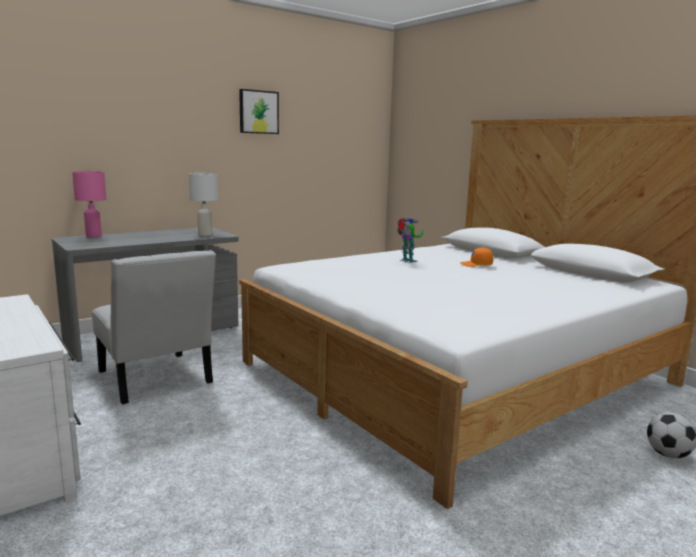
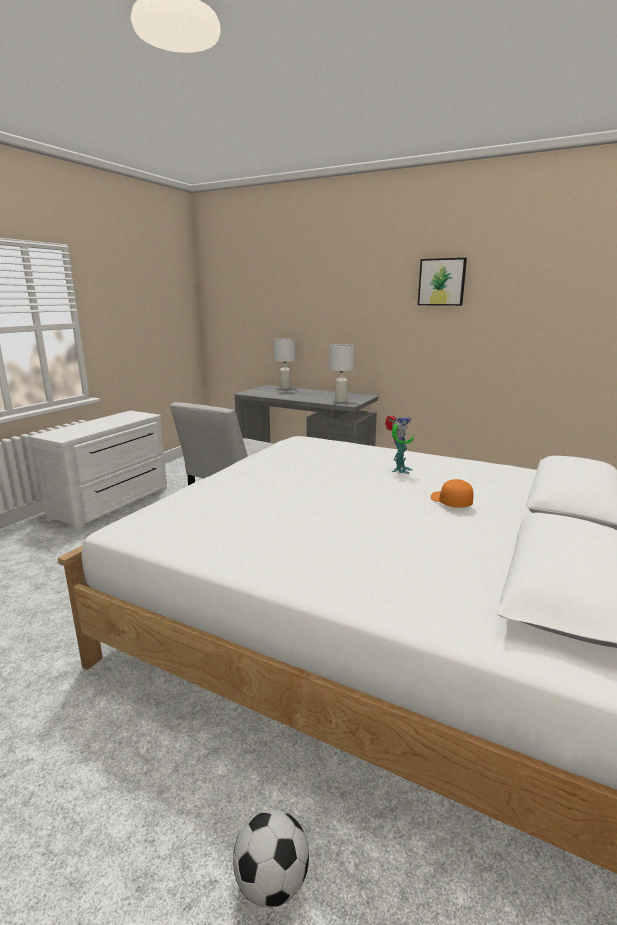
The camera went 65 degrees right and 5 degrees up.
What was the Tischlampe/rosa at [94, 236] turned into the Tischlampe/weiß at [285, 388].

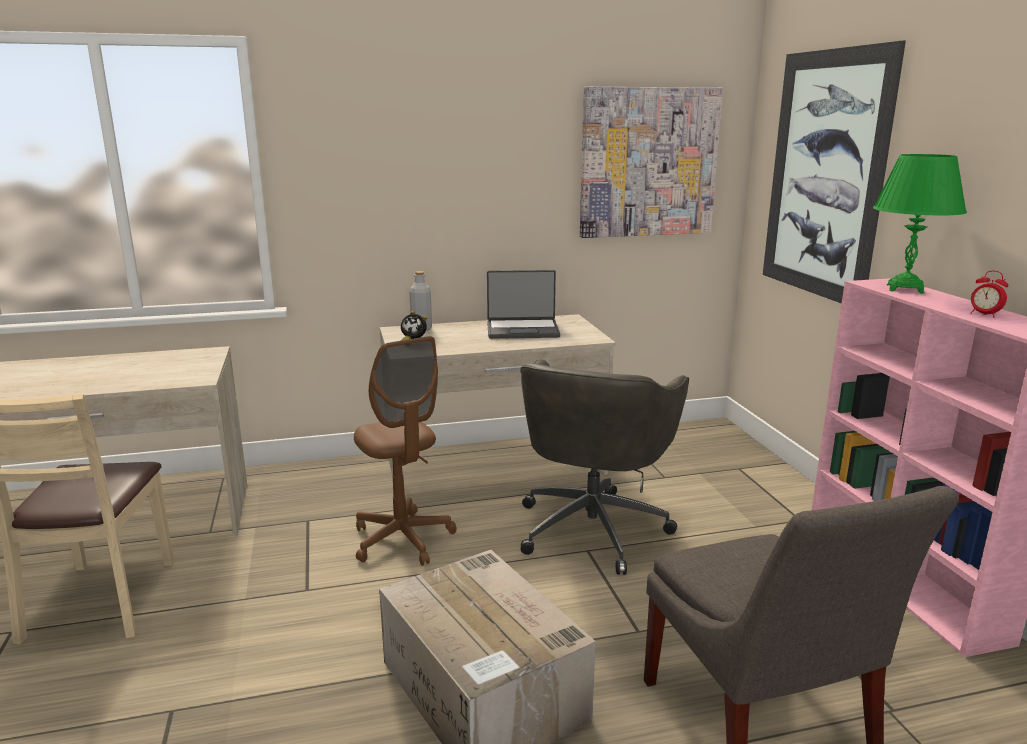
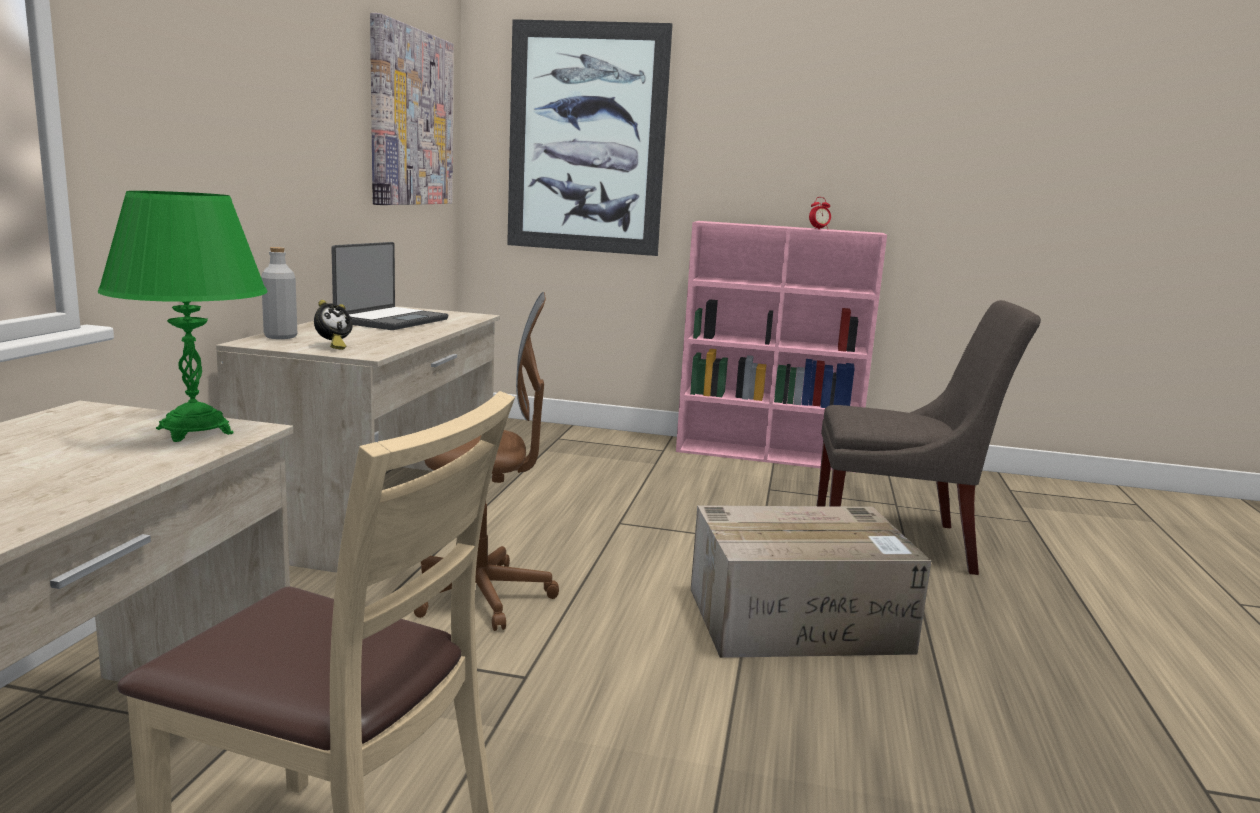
The camera went 65 degrees left and 5 degrees down.
The second view lost the Bürostuhl/grau at [593, 527].
The Tischlampe/grün ended up elsewhere, having gone from [904, 289] to [194, 431].

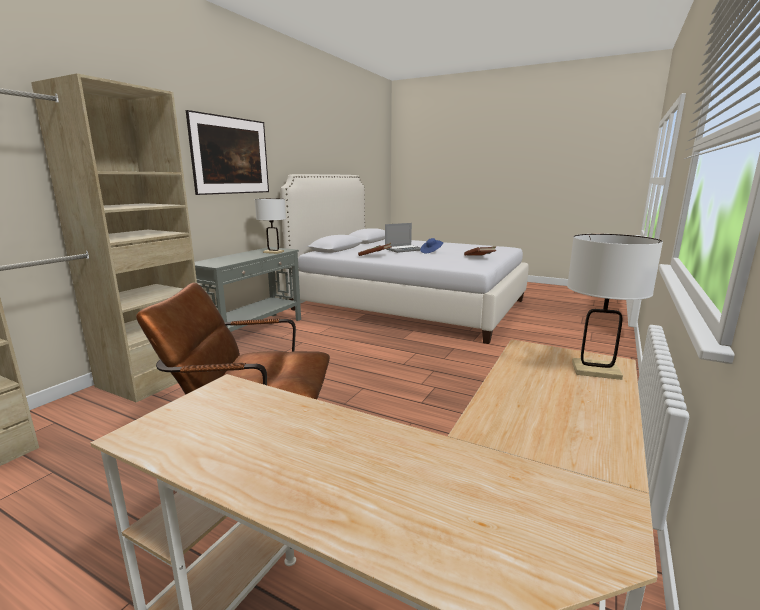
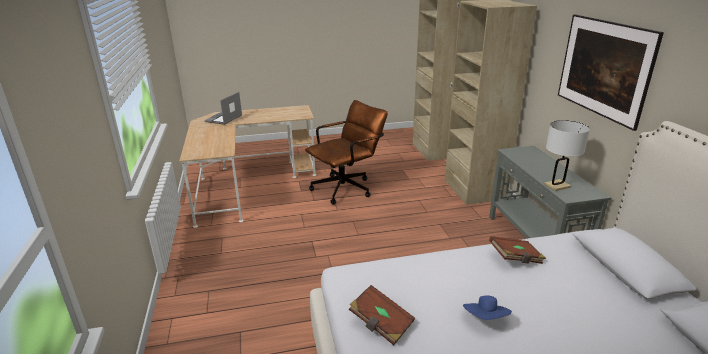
The camera went 140 degrees right and 10 degrees up.
The second view lost the Tischlampe/weiß at [596, 370].
The Laptop ended up elsewhere, having gone from [403, 249] to [224, 119].

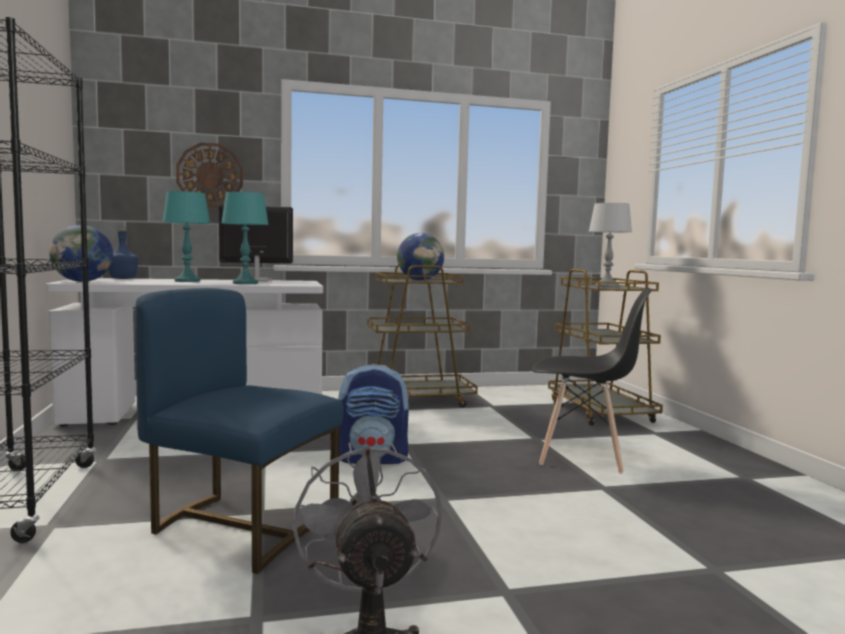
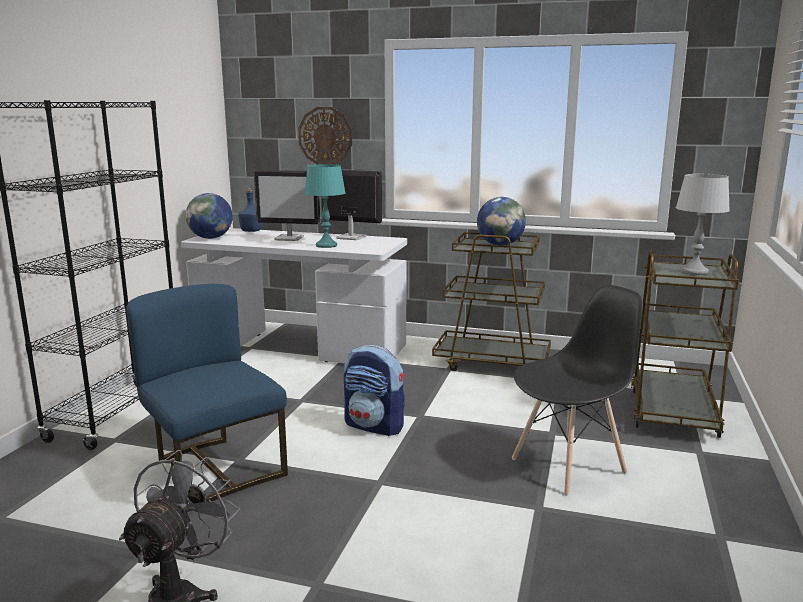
The camera went 30 degrees right and 10 degrees up.
Where the Tischlampe/türkis stood at [187, 281], the Monitor came to stand at [290, 238].
The Stuhl/schwarz at [582, 456] ended up facing another way, 75 degrees counterclockwise from before.

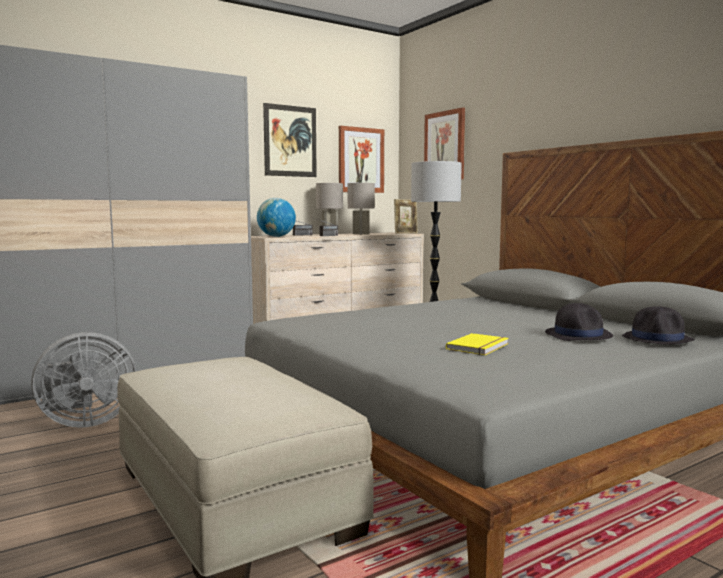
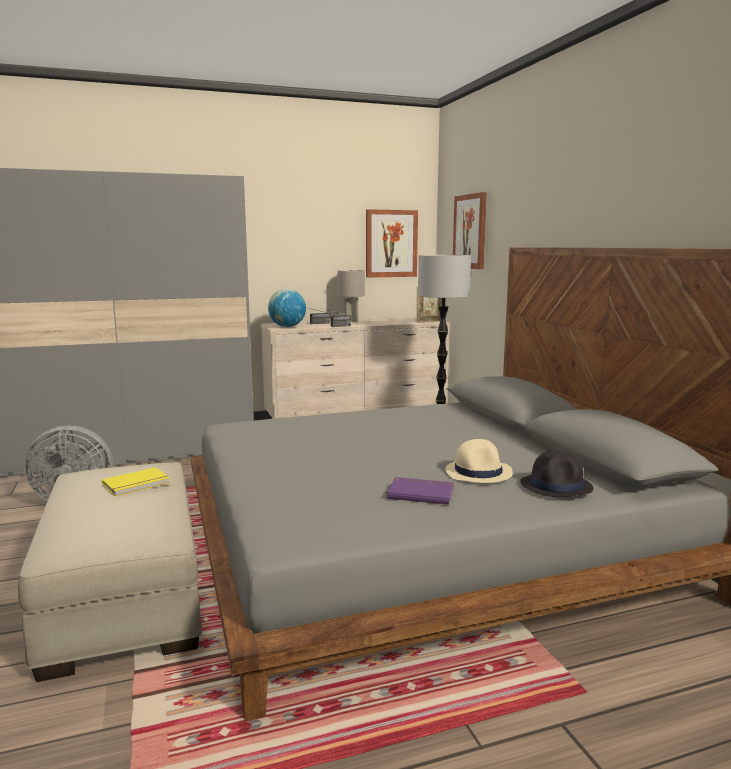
The camera went 15 degrees right and 5 degrees up.
The second view lost the Bild at [290, 141].
The second view lost the Tischlampe/grau at [361, 234].
The second view gained the Buch/lila at [420, 492].
The Buch/gelb ended up elsewhere, having gone from [479, 347] to [137, 484].
What was the Hut/schwarz at [578, 335] turned into the Hut/beige at [479, 472].

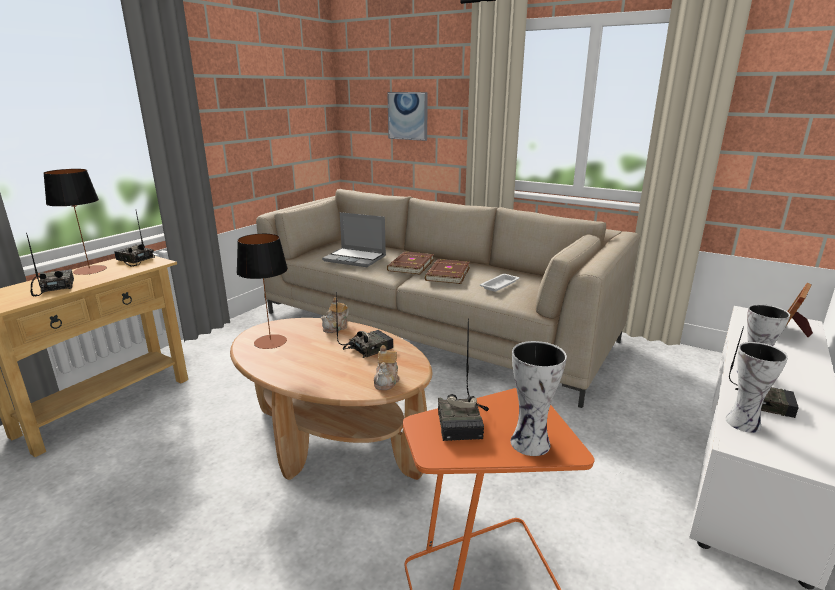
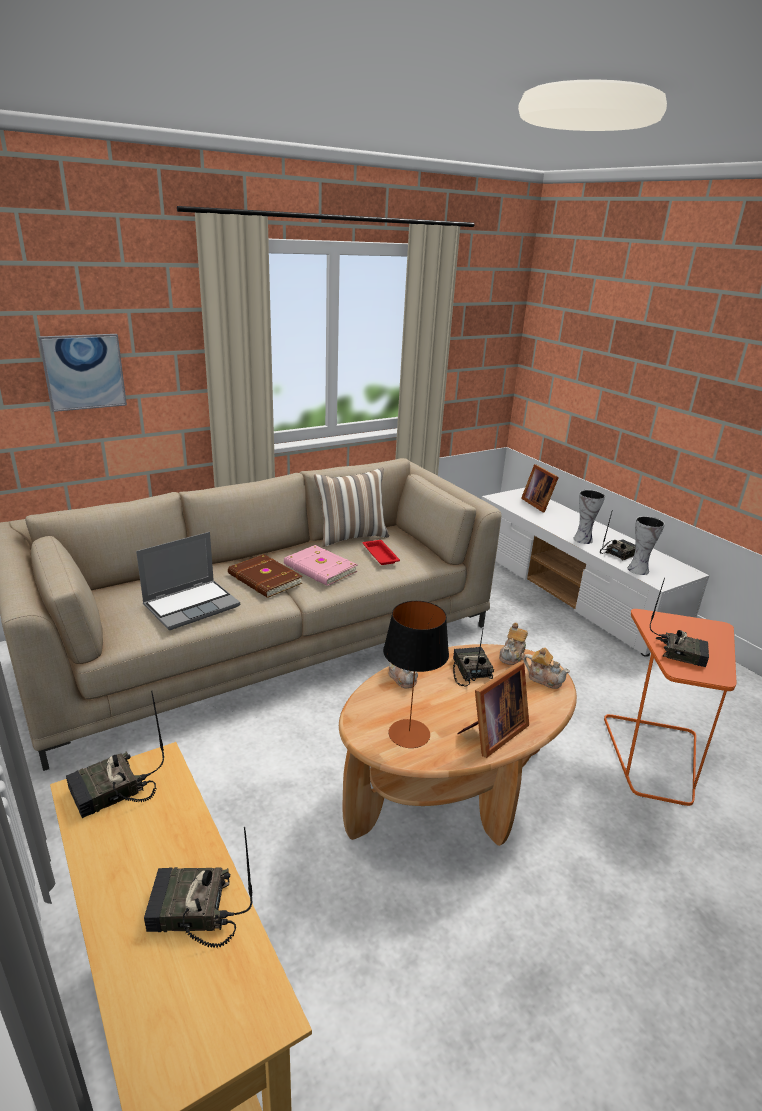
The camera went 65 degrees left and 5 degrees up.
The second view lost the Tischlampe at [90, 270].
The second view lost the Vase at [531, 444].
The second view gained the Kissen at [351, 536].
The second view gained the Bilderrahmen at [491, 734].
The second view gained the Teekanne at [512, 656].
What was the Buch/braun at [447, 274] turned into the Buch/rosa at [319, 569].
What was the Tablett/weiß at [500, 285] turned into the Tablett/rot at [380, 555].

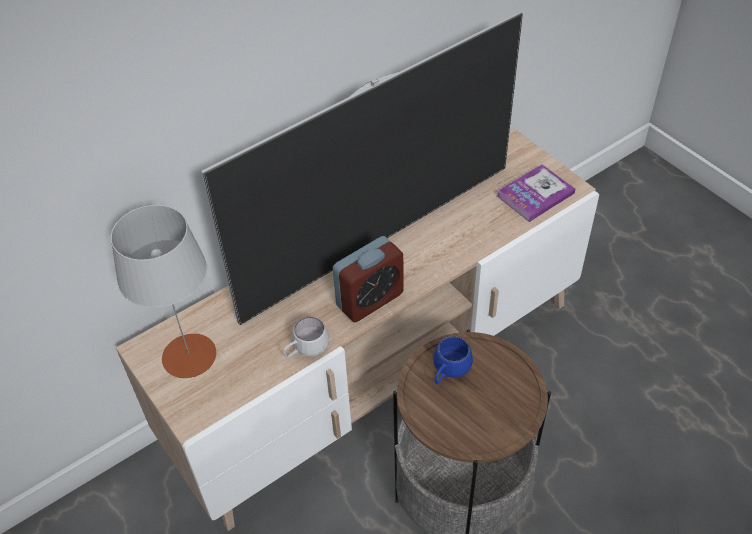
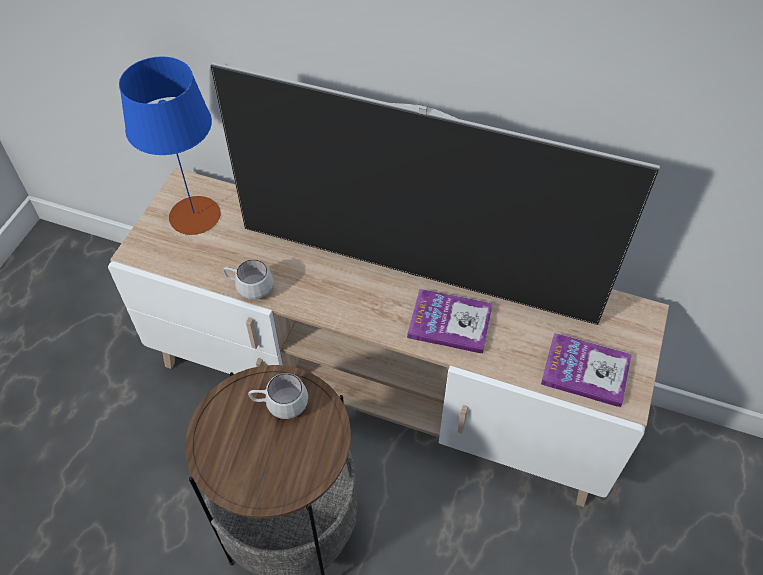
The camera went 55 degrees right and 5 degrees up.
The second view lost the Wecker at [370, 300].
The second view gained the Buch at [450, 322].
What was the Tischlampe/grau at [189, 356] turned into the Tischlampe/blau at [194, 215].
What was the Henkelbecher/blau at [448, 372] turned into the Henkelbecher/weiß at [280, 405].

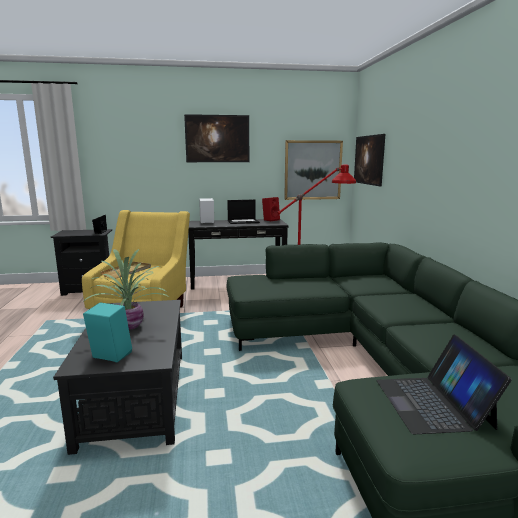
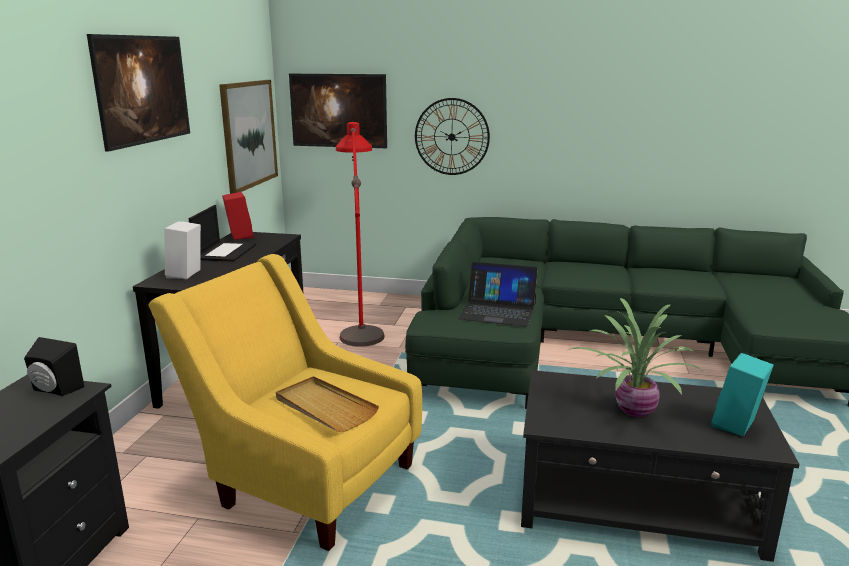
The camera went 70 degrees left and 5 degrees up.
The second view gained the Wanduhr at [451, 137].
The Laptop ended up elsewhere, having gone from [433, 403] to [498, 311].

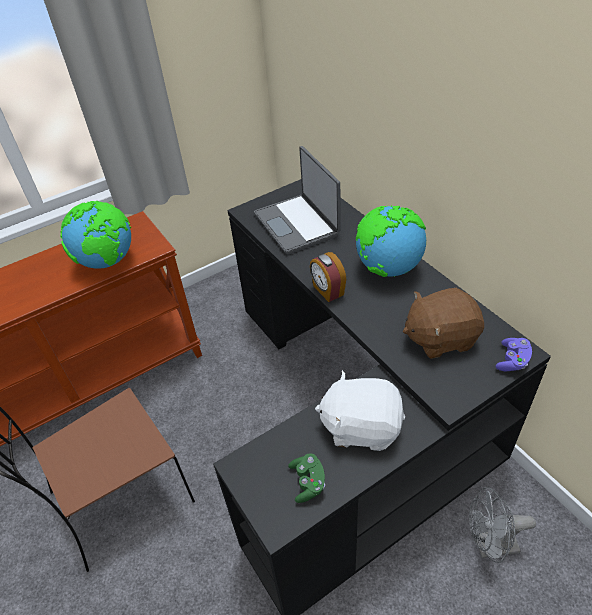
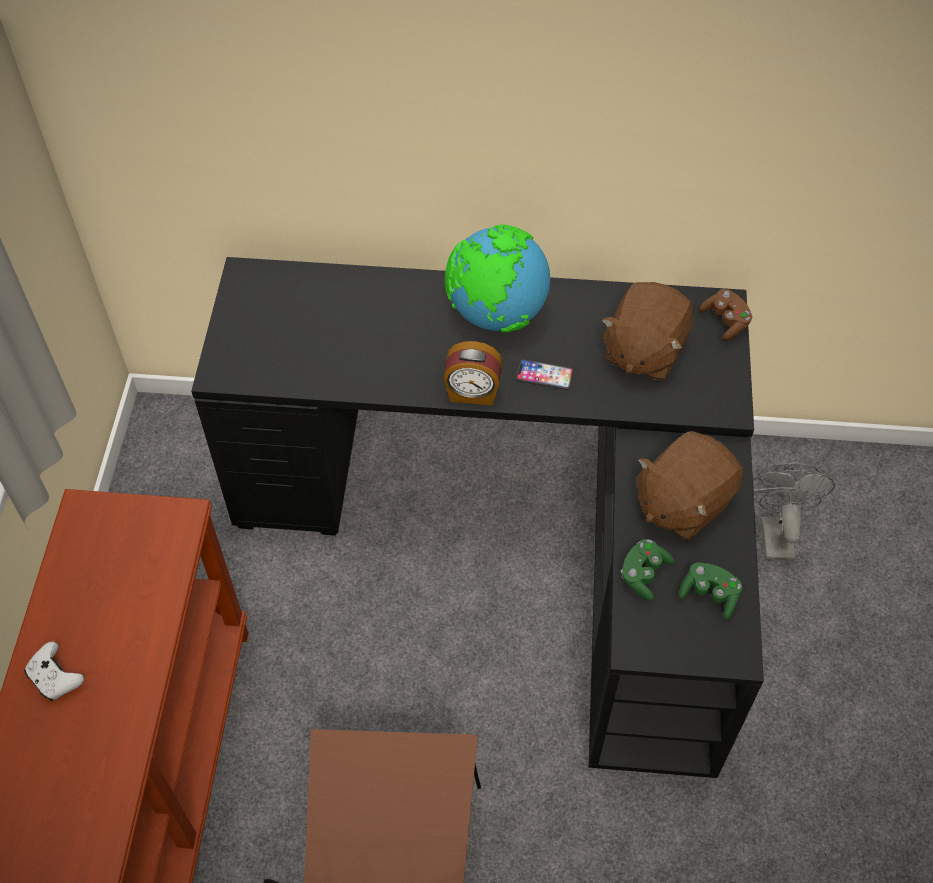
The camera went 55 degrees left and 10 degrees up.
The second view lost the Globus at [108, 262].
The second view lost the Laptop at [298, 224].
The second view gained the Gamepad/weiß at [55, 677].
The second view gained the Handy at [544, 375].
The second view gained the Gamepad/grün at [644, 575].
What was the Plüschtier/weiß at [361, 426] turned into the Plüschtier/braun at [682, 502].
What was the Gamepad/lila at [512, 361] turned into the Gamepad/braun at [725, 321].
The Ventilator/grau at [489, 546] ended up facing another way, 150 degrees clockwise from before.

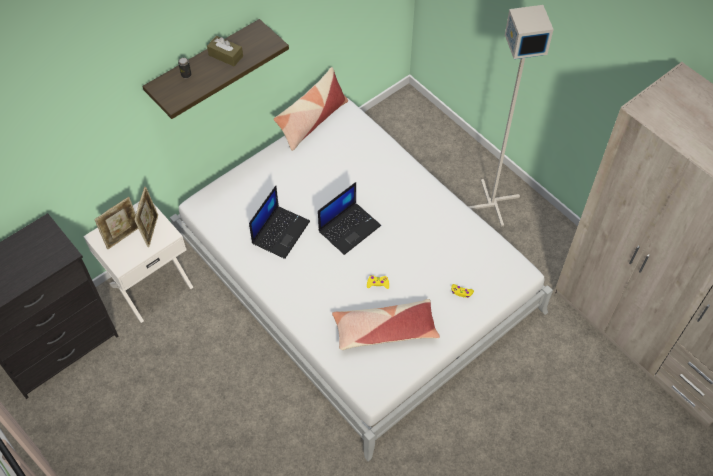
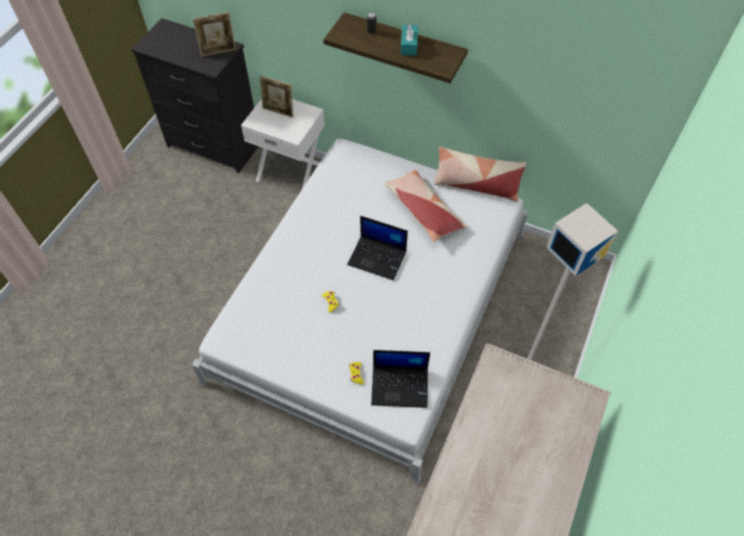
The camera went 65 degrees right and 0 degrees up.
The Bilderrahmen ended up elsewhere, having gone from [151, 230] to [218, 51].
The Laptop ended up elsewhere, having gone from [280, 231] to [400, 386].
The Kissen ended up elsewhere, having gone from [384, 330] to [423, 210].
What was the Taschentuchbox/braun at [226, 55] turned into the Taschentuchbox/türkis at [409, 45].

